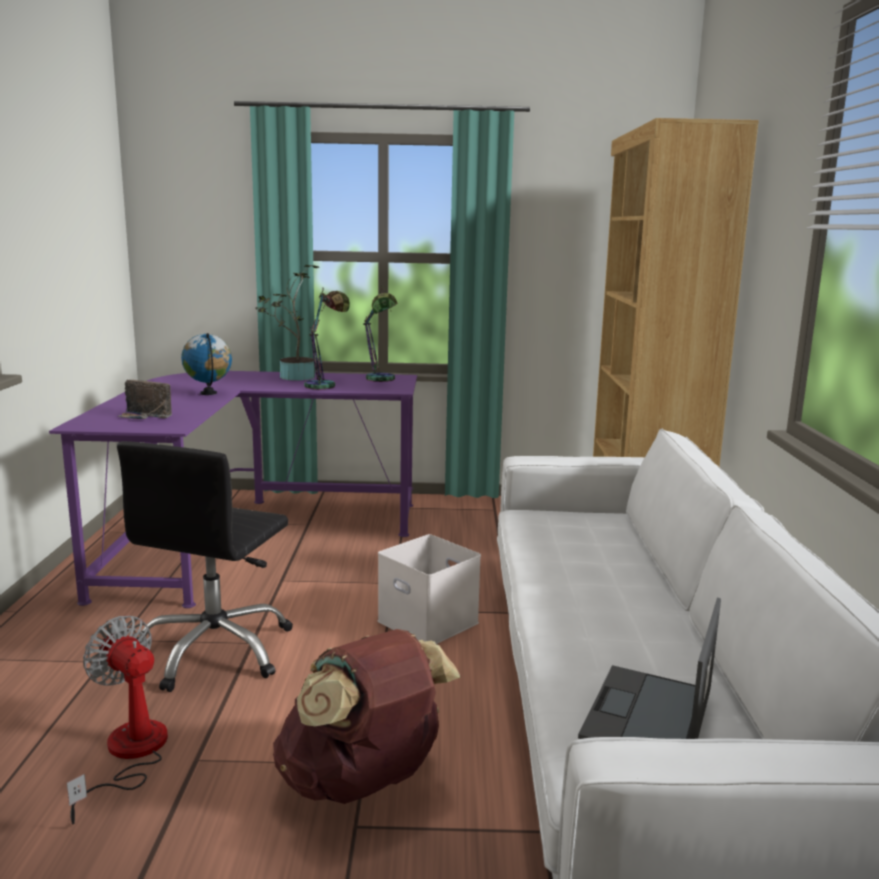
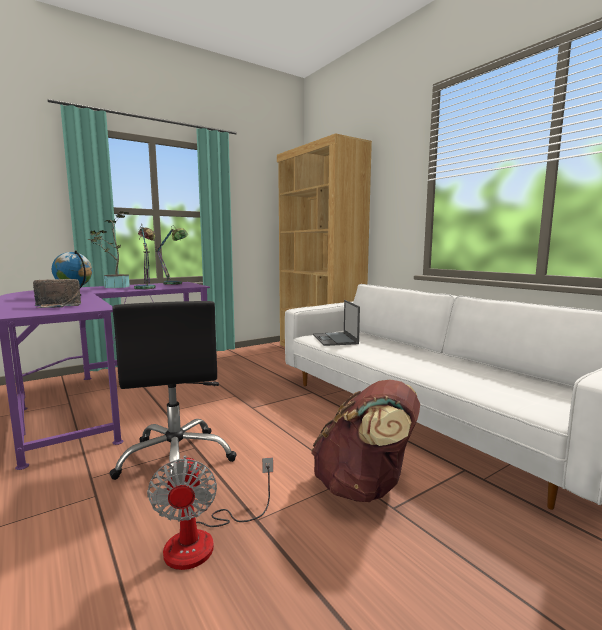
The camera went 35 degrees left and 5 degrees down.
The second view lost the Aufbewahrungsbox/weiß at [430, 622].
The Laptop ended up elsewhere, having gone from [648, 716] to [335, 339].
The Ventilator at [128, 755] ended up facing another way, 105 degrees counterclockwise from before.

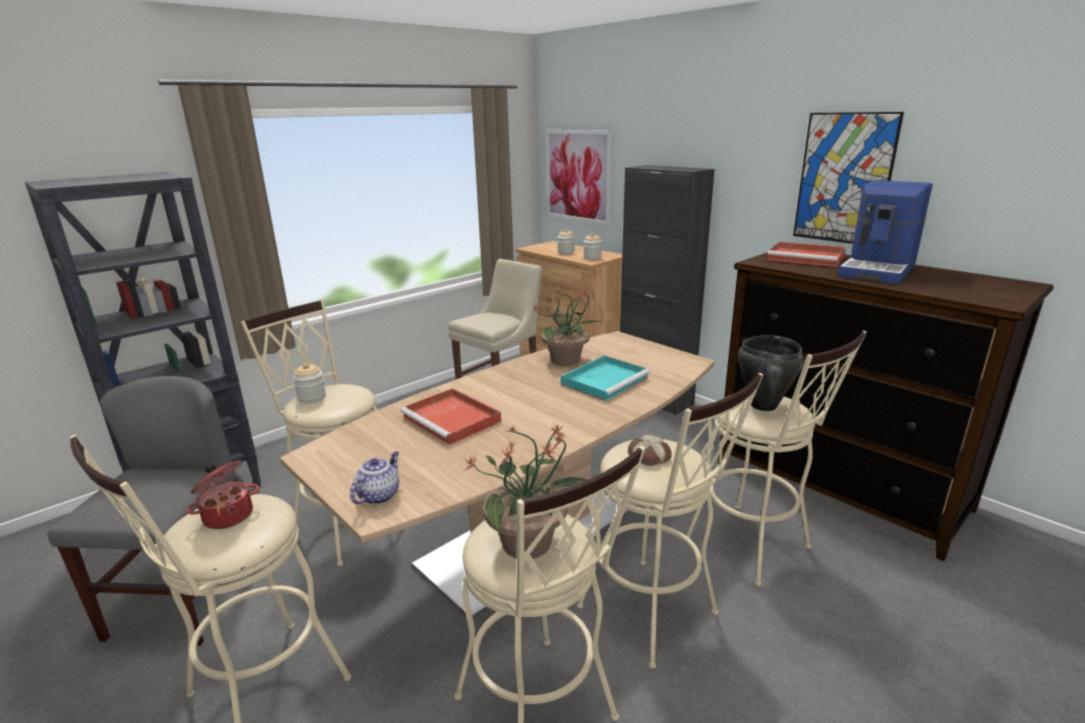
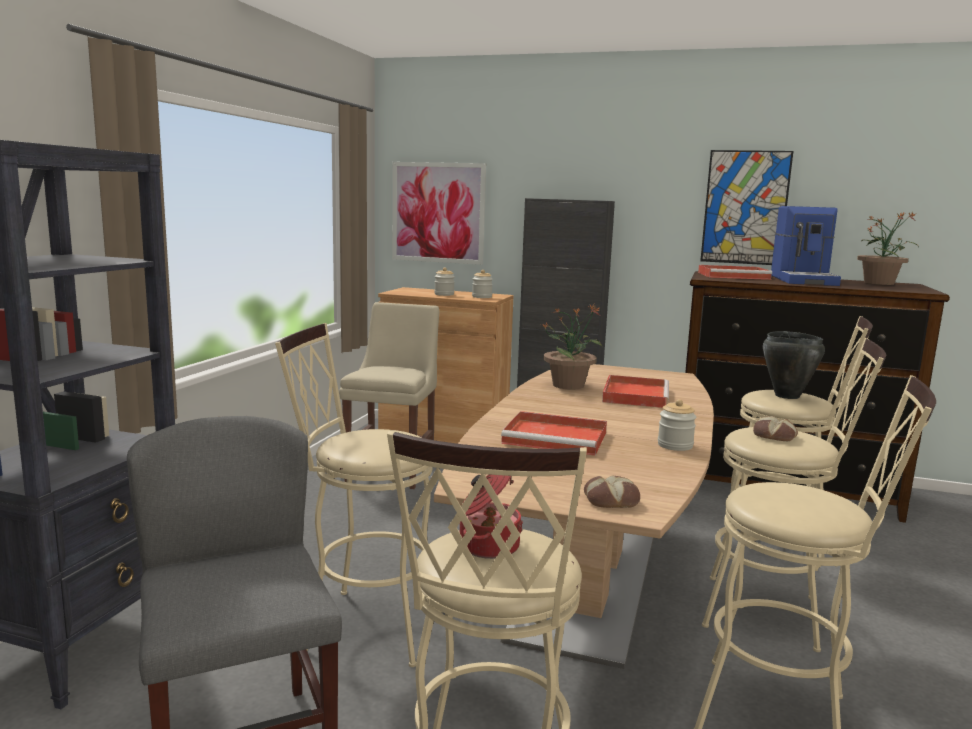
The camera went 30 degrees left and 10 degrees down.
The Vorratsglas ended up elsewhere, having gone from [312, 397] to [675, 445].
The Topfpflanze ended up elsewhere, having gone from [528, 543] to [879, 283].
Where the Teekanne stood at [379, 495], the Brot came to stand at [611, 499].
What was the Tablett/türkis at [605, 380] turned into the Tablett/rot at [635, 395].

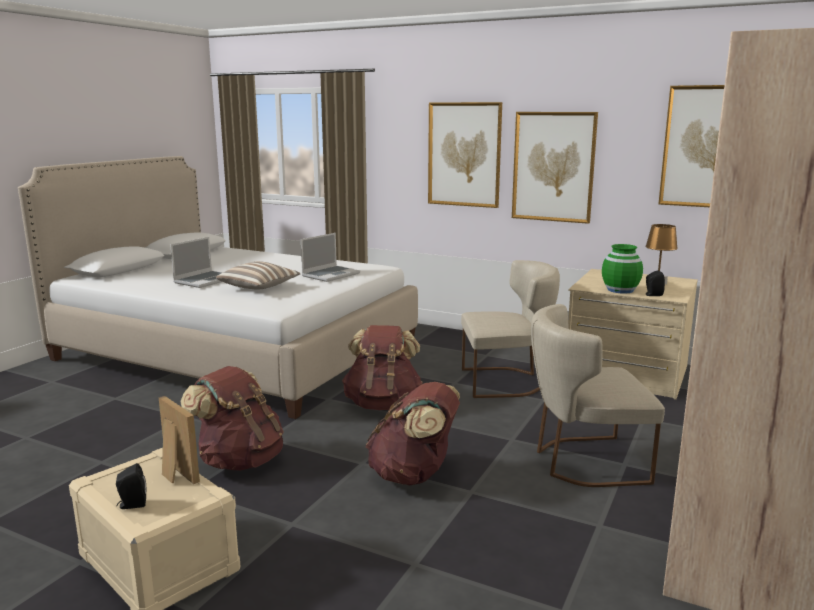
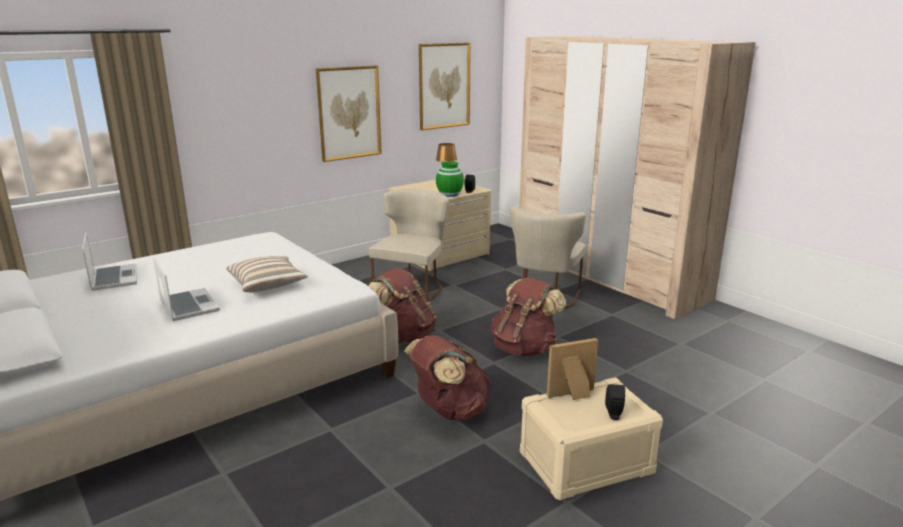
The camera went 65 degrees left and 5 degrees up.
The second view lost the Bild at [464, 154].
The Laptop ended up elsewhere, having gone from [331, 275] to [113, 278].

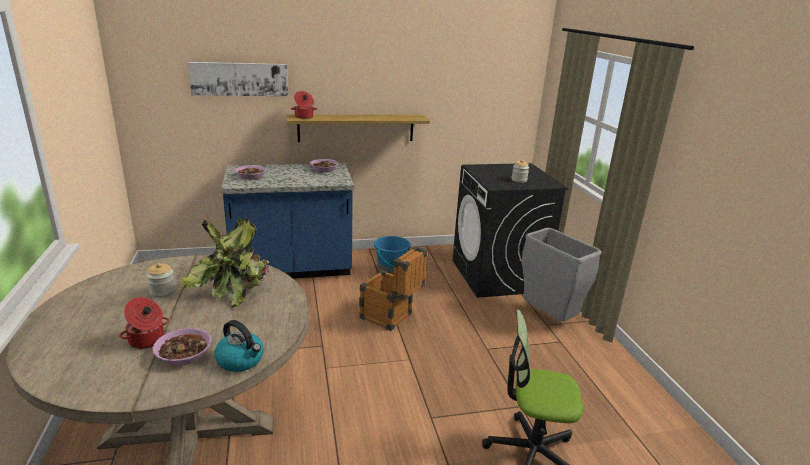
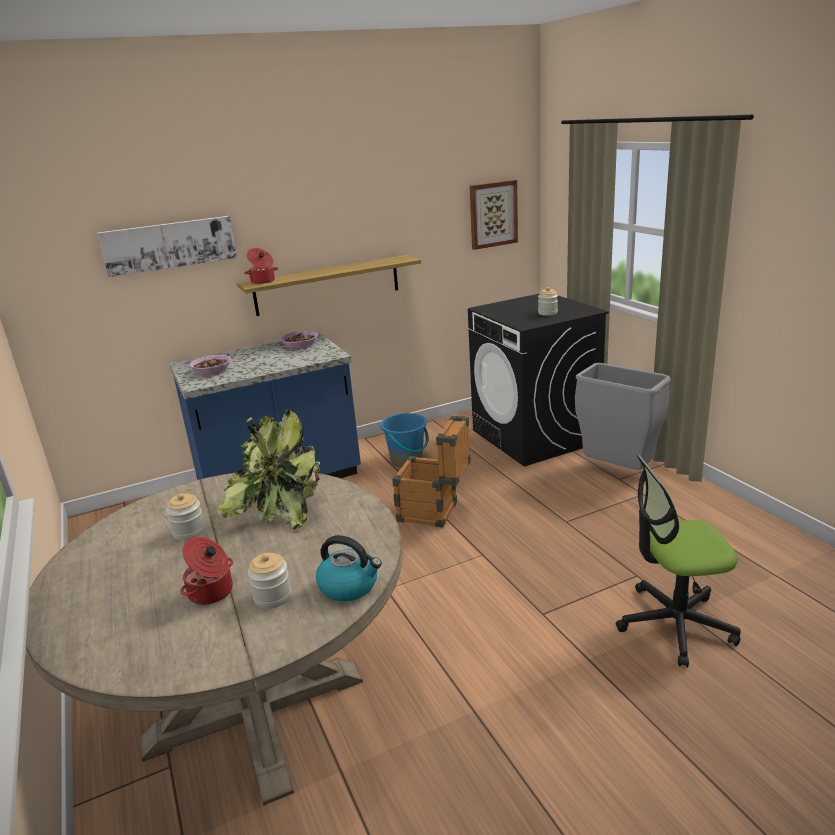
The camera went 10 degrees left and 0 degrees up.
The second view gained the Bild at [493, 214].
Where the Schüssel stood at [184, 354], the Vorratsglas came to stand at [273, 597].

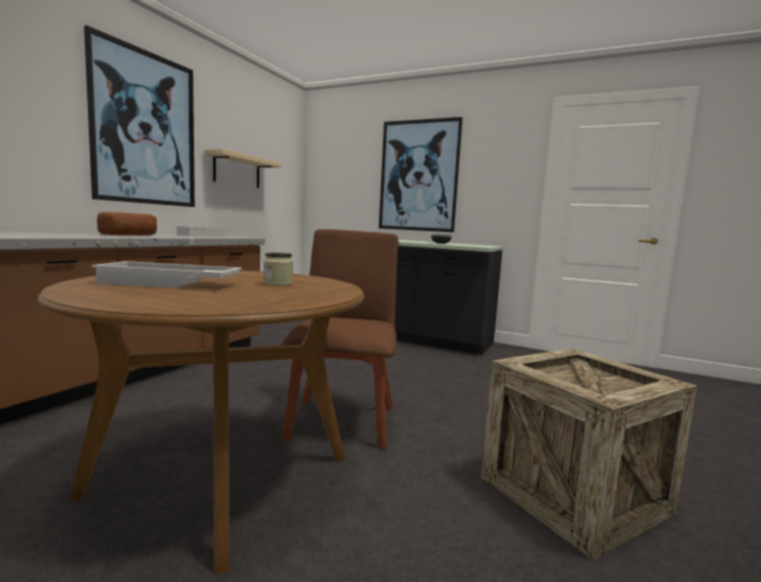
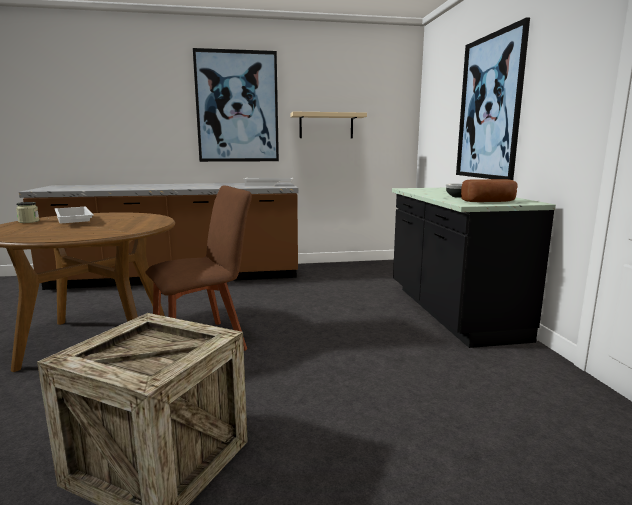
The camera went 55 degrees right and 5 degrees up.
The Brot ended up elsewhere, having gone from [131, 235] to [490, 202].
The Vorratsglas ended up elsewhere, having gone from [278, 284] to [29, 221].

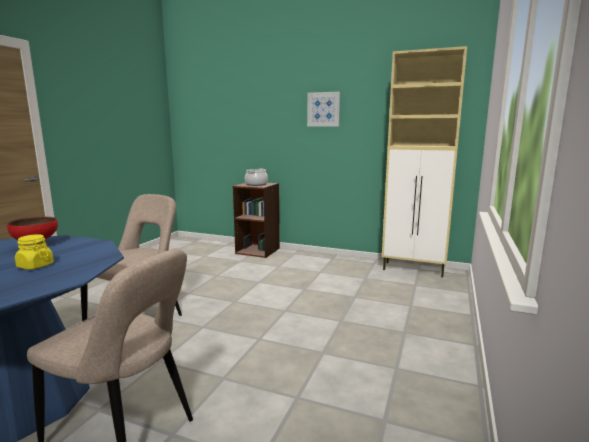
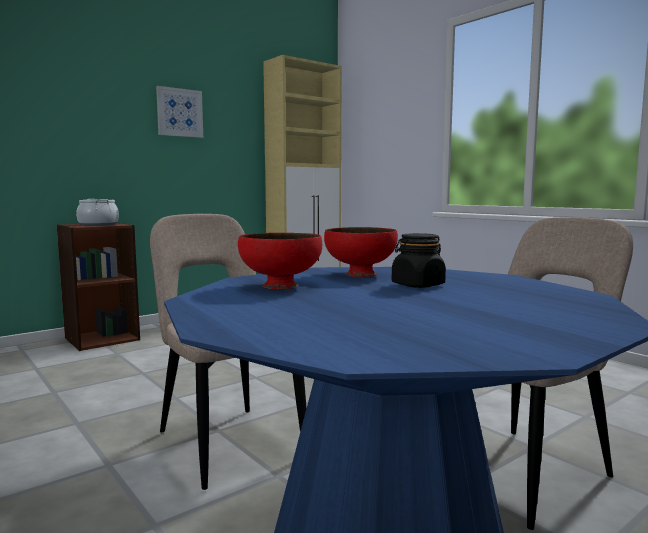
The camera went 60 degrees left and 5 degrees down.
The second view gained the Schüssel/rot at [360, 274].
What was the Vorratsglas/gelb at [35, 266] turned into the Vorratsglas/schwarz at [417, 285].

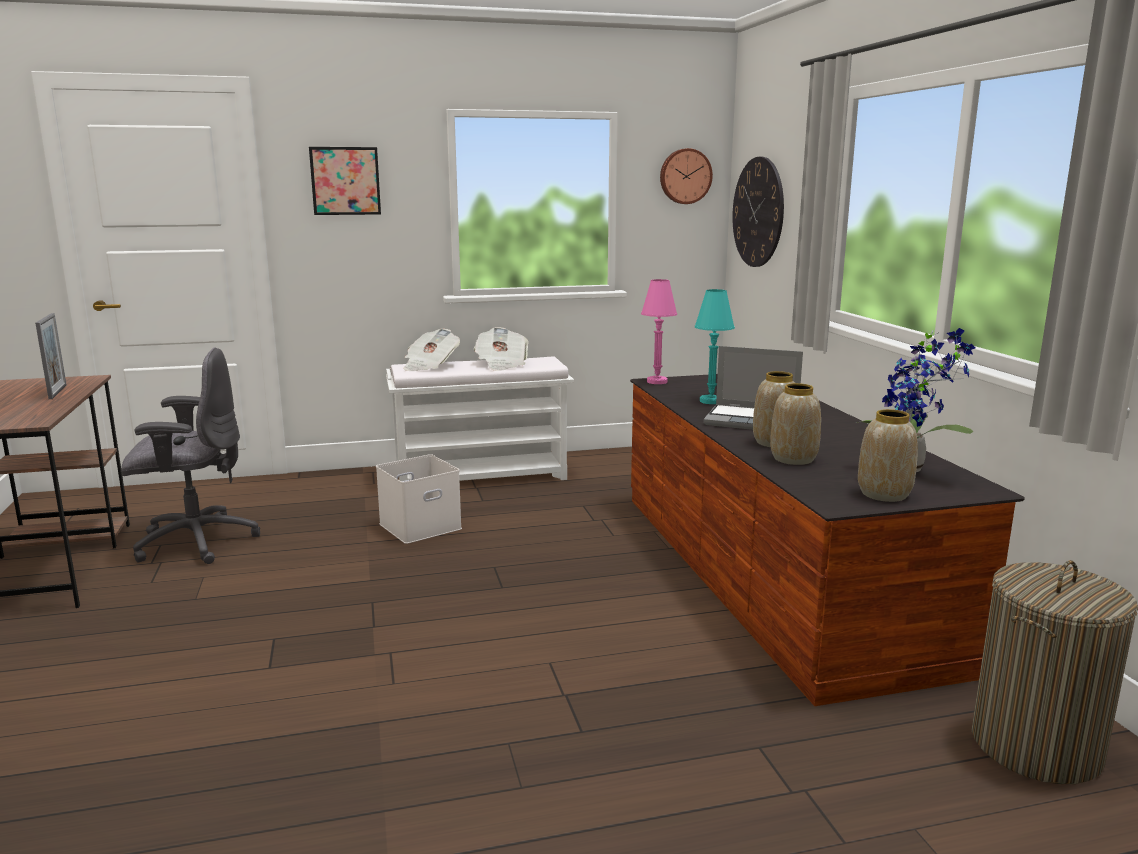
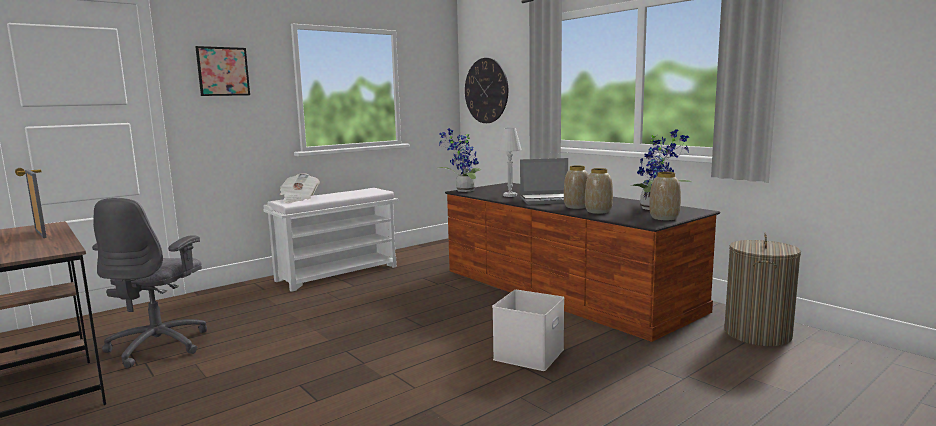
The camera went 25 degrees left and 5 degrees down.
The second view lost the Zeitung at [501, 364].
The second view lost the Wanduhr at [685, 176].
The Aufbewahrungsbox/weiß ended up elsewhere, having gone from [421, 525] to [528, 353].
Where the Tischlampe/rosa stood at [657, 381], the Topfpflanze came to stand at [463, 191].
What was the Tischlampe/türkis at [711, 401] turned into the Tischlampe/weiß at [510, 195].
The Bürostuhl/grau at [195, 542] ended up facing another way, 135 degrees clockwise from before.

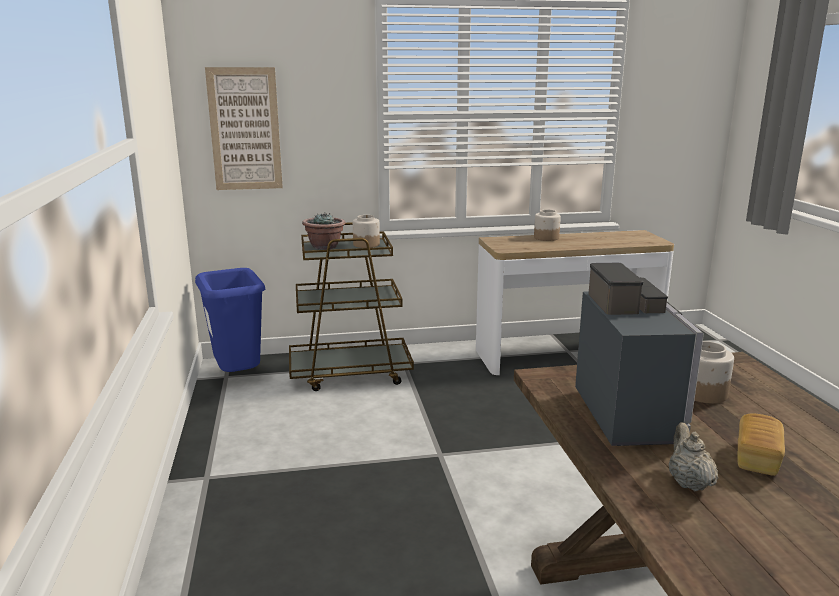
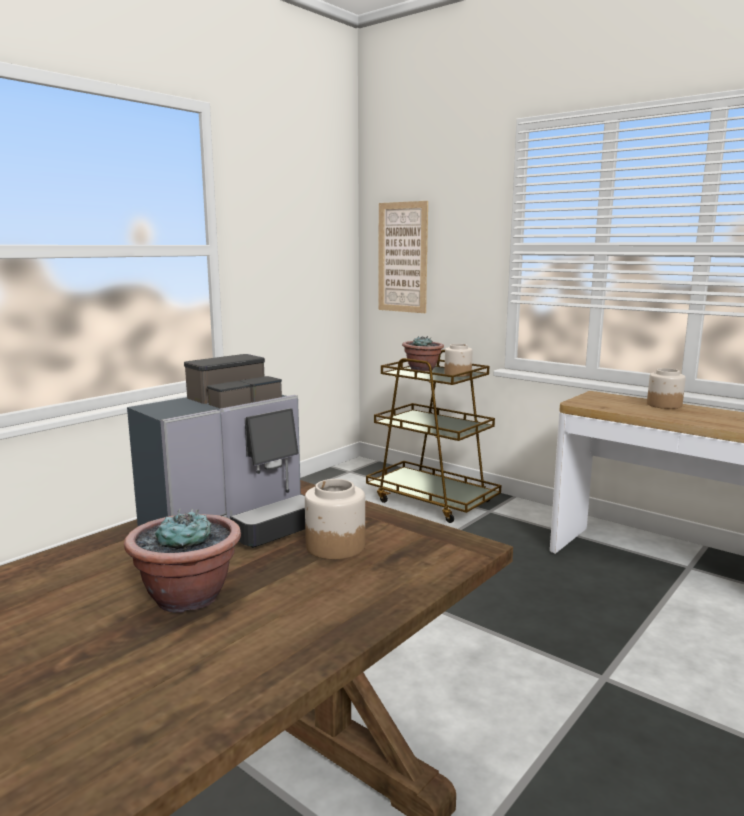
The camera went 50 degrees right and 5 degrees down.
The second view lost the Mülleimer/blau at [238, 378].
The second view lost the Teekanne/beige at [688, 482].
Where the Brot stood at [757, 458], the Topfpflanze came to stand at [187, 597].

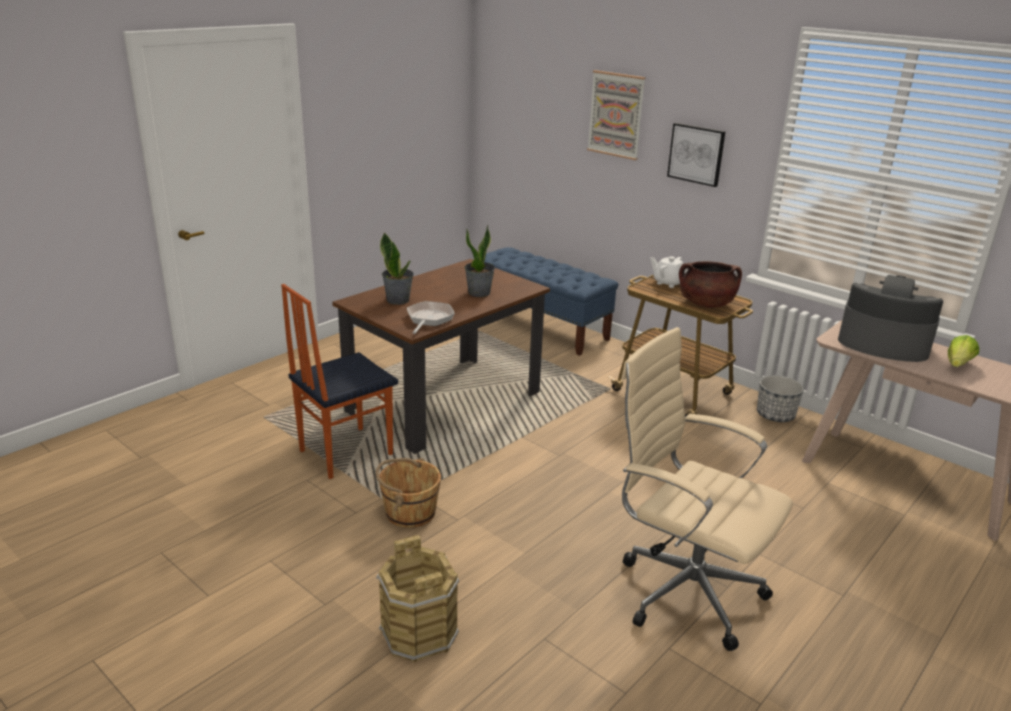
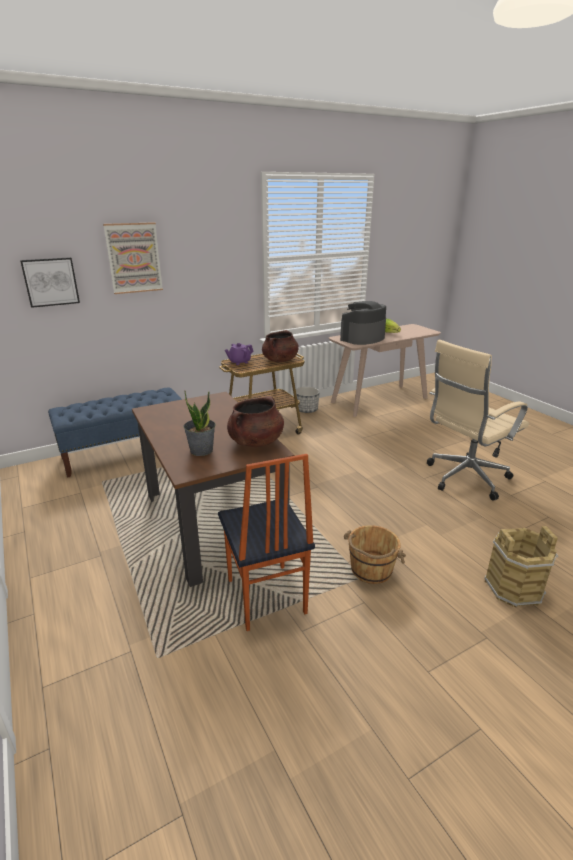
The camera went 70 degrees left and 0 degrees up.
The second view lost the Topfpflanze at [479, 293].
The Bild ended up elsewhere, having gone from [696, 154] to [50, 282].
Where the Pfanne stood at [429, 319], the Kochtopf/braun came to stand at [256, 442].
What was the Teekanne/weiß at [668, 283] turned into the Teekanne/lila at [239, 362].

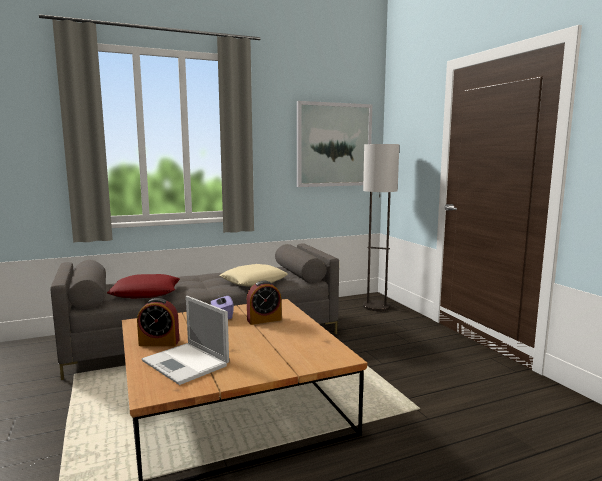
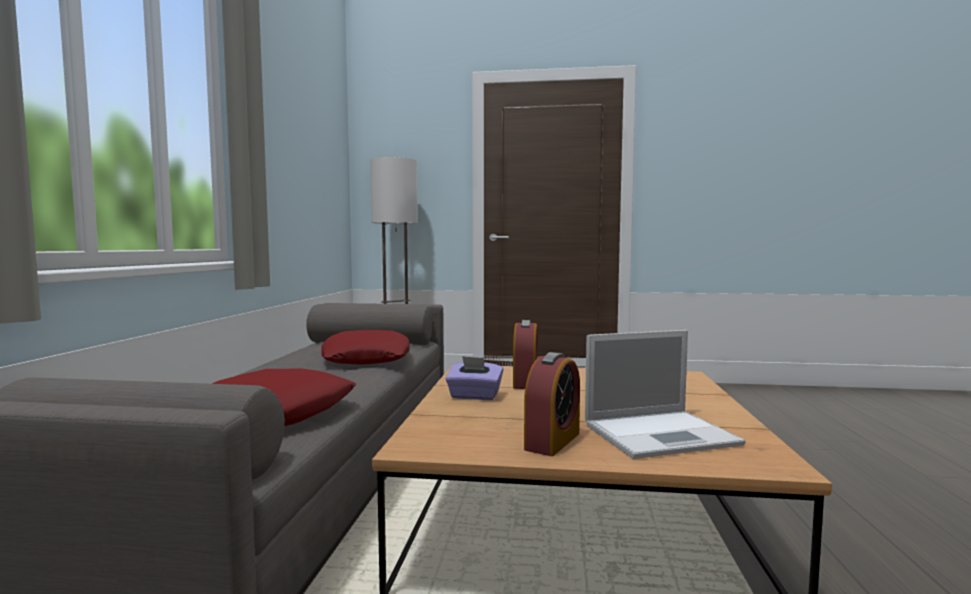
The camera went 60 degrees left and 5 degrees down.
The second view lost the Bild at [334, 145].
What was the Kissen/beige at [254, 281] turned into the Kissen/rot at [366, 358].

